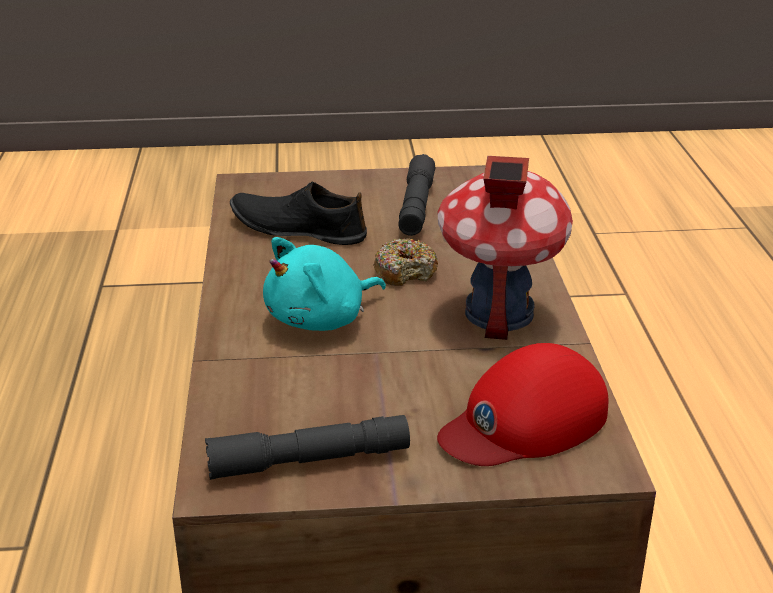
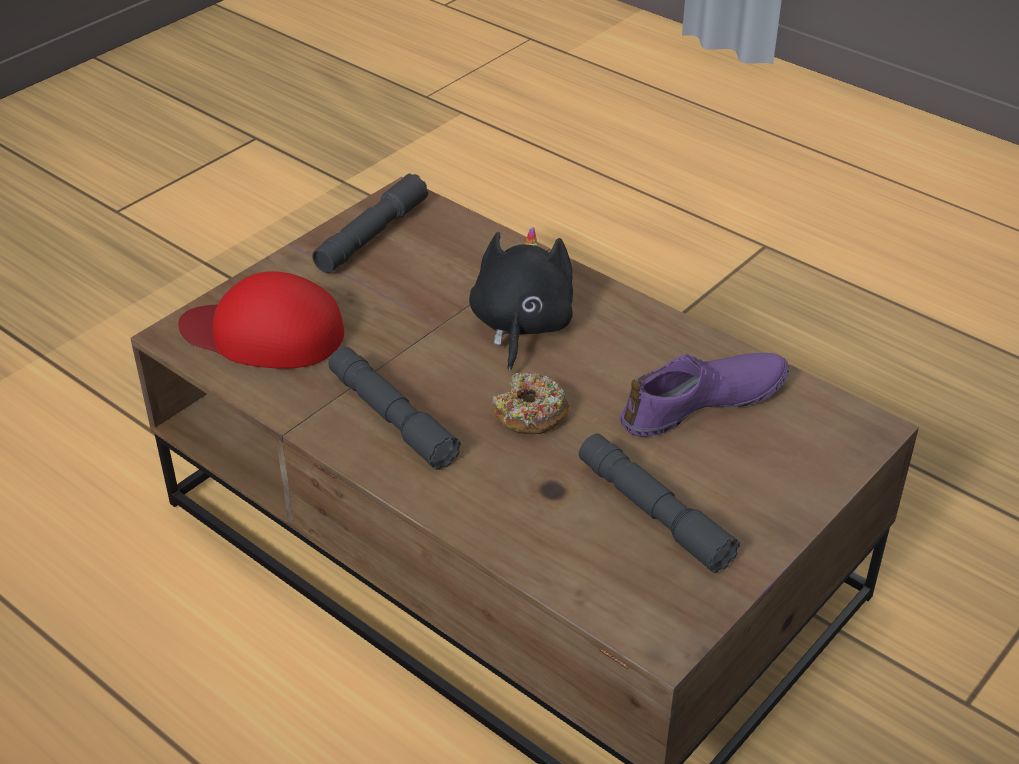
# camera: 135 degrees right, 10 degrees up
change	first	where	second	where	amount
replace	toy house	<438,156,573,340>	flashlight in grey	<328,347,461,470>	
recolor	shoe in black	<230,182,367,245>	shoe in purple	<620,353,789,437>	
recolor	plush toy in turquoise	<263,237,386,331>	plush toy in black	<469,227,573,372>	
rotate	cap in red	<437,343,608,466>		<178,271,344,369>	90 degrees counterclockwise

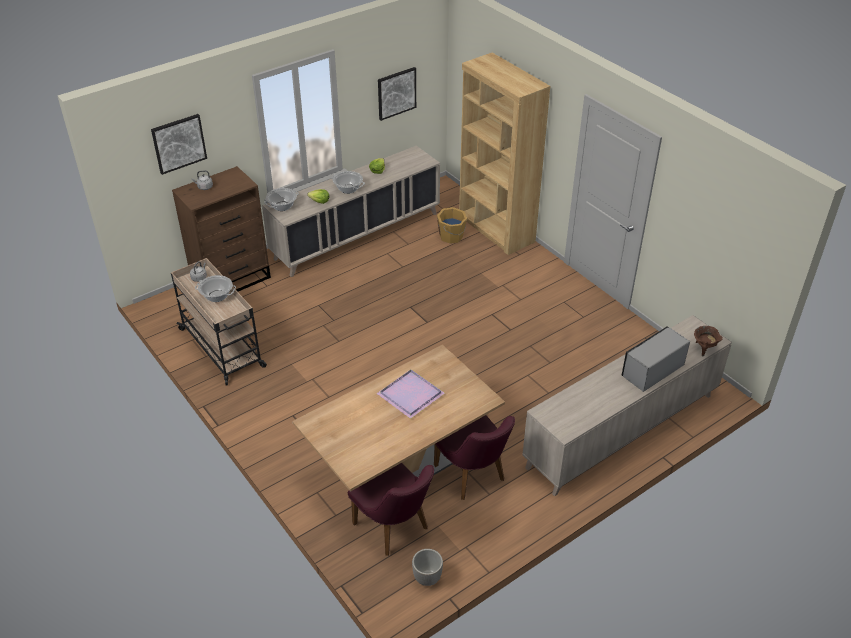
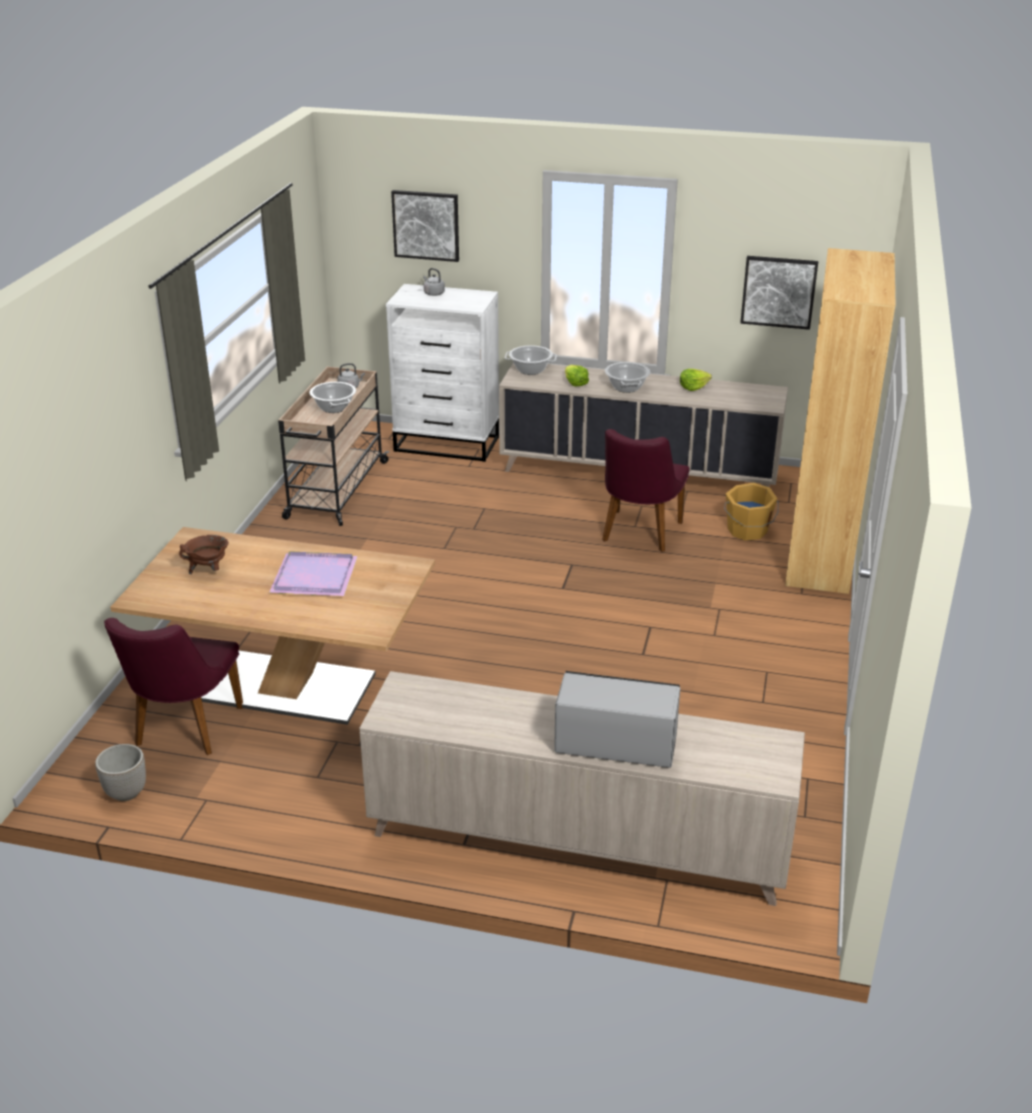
# camera: 50 degrees right, 10 degrees down
change	first	where	second	where	amount
recolor	dresser in brown	<172,166,271,292>	dresser in white	<386,284,499,462>	
move	cooking pot in brown	<694,326,723,356>		<179,535,229,574>	
move	chair in purple	<434,415,515,500>		<602,429,689,552>	

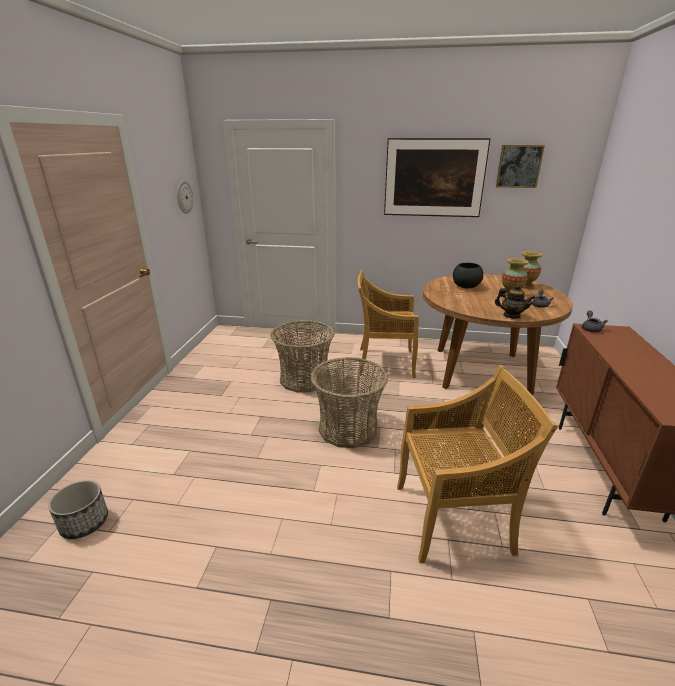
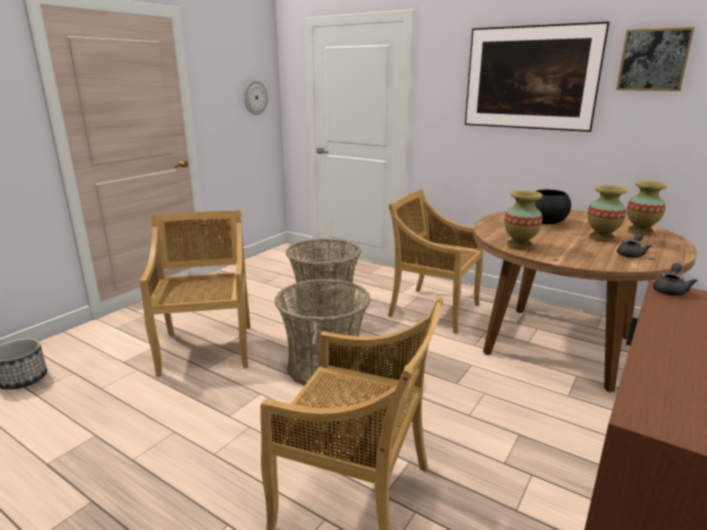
# camera: 25 degrees right, 5 degrees down
change	first	where	second	where	amount
delete	teapot	<495,285,535,319>			
insert			vase	<504,190,543,250>	
insert			chair in beige	<140,210,250,377>	

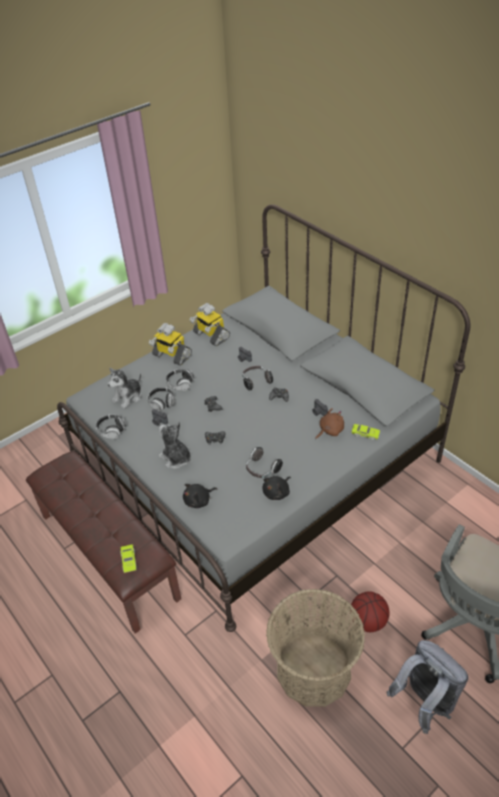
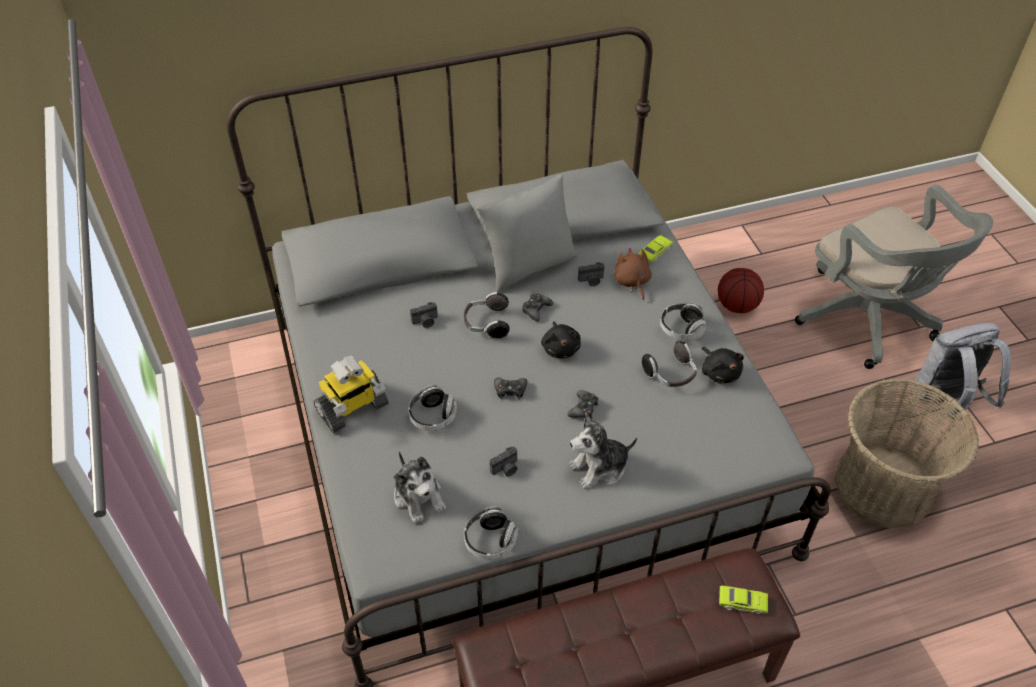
# camera: 70 degrees left, 5 degrees up
change	first	where	second	where	amount
delete	toy robot	<189,303,230,346>			
move	headphones	<147,387,175,411>		<660,303,707,340>	
move	plush toy in black	<183,484,217,508>		<541,321,581,358>	
move	basketball	<351,592,390,632>		<718,268,764,313>	
insert			pillow in grey	<476,174,577,293>	

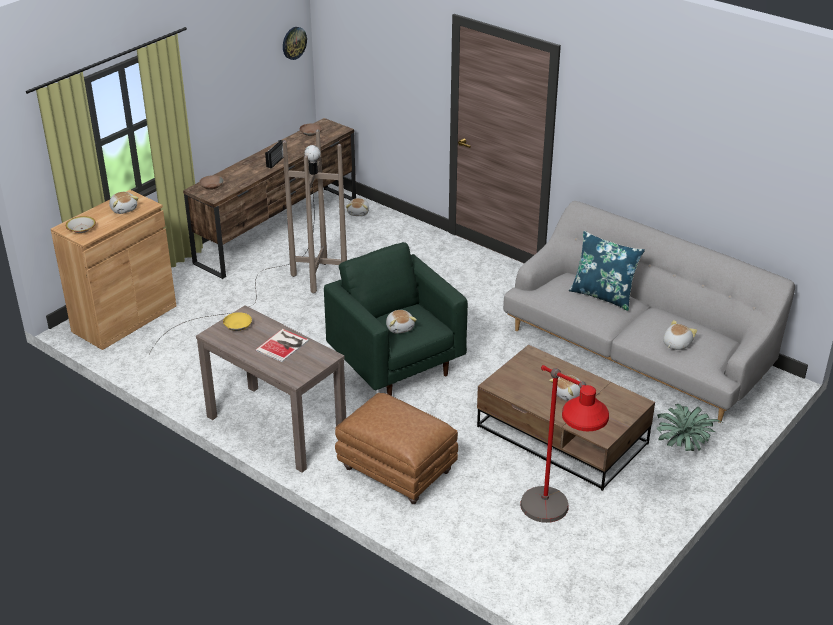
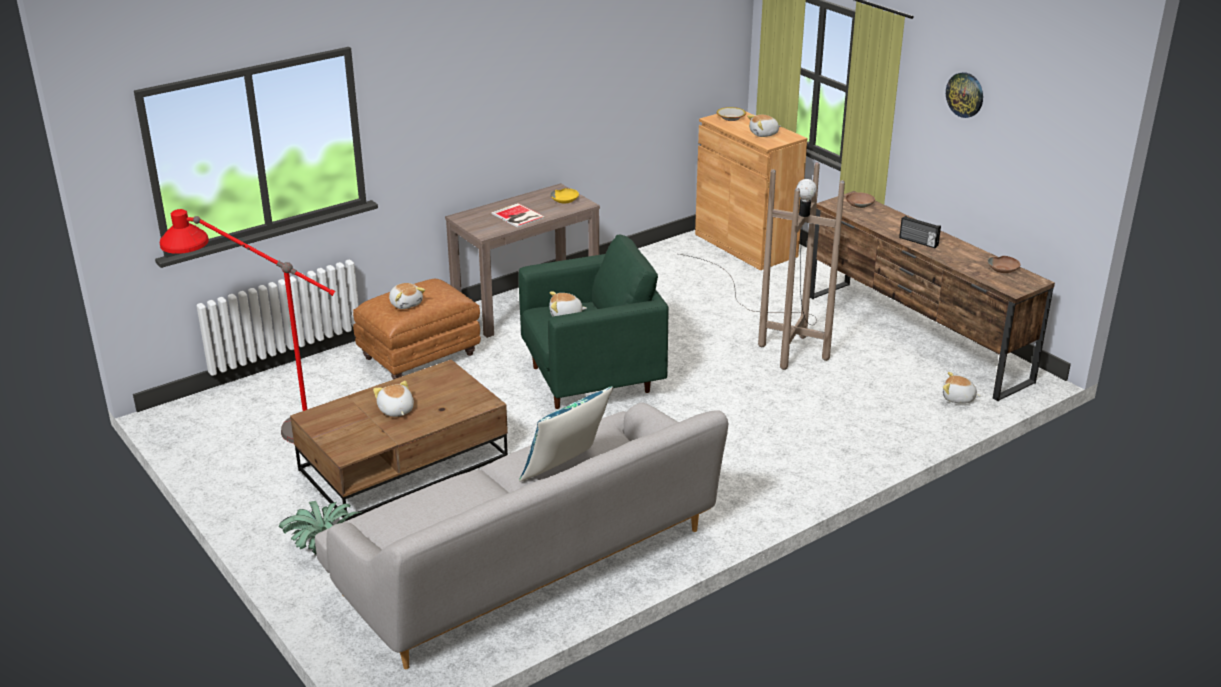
# camera: 105 degrees right, 5 degrees down
change	first	where	second	where	amount
move	wall clock	<283,27,307,60>		<946,72,983,118>	
move	plush toy	<663,320,697,350>		<389,283,425,309>	

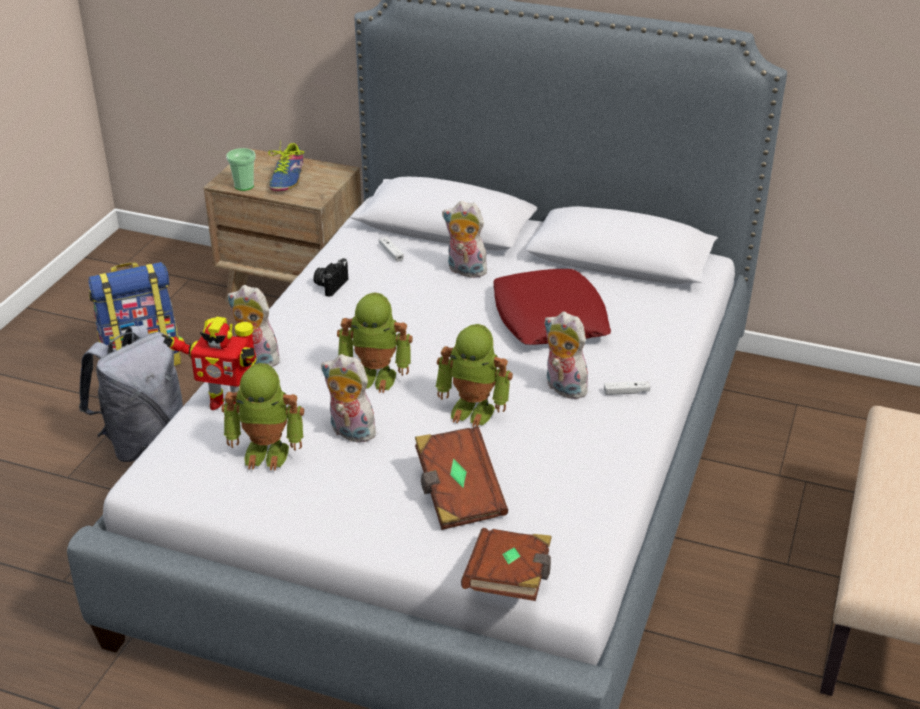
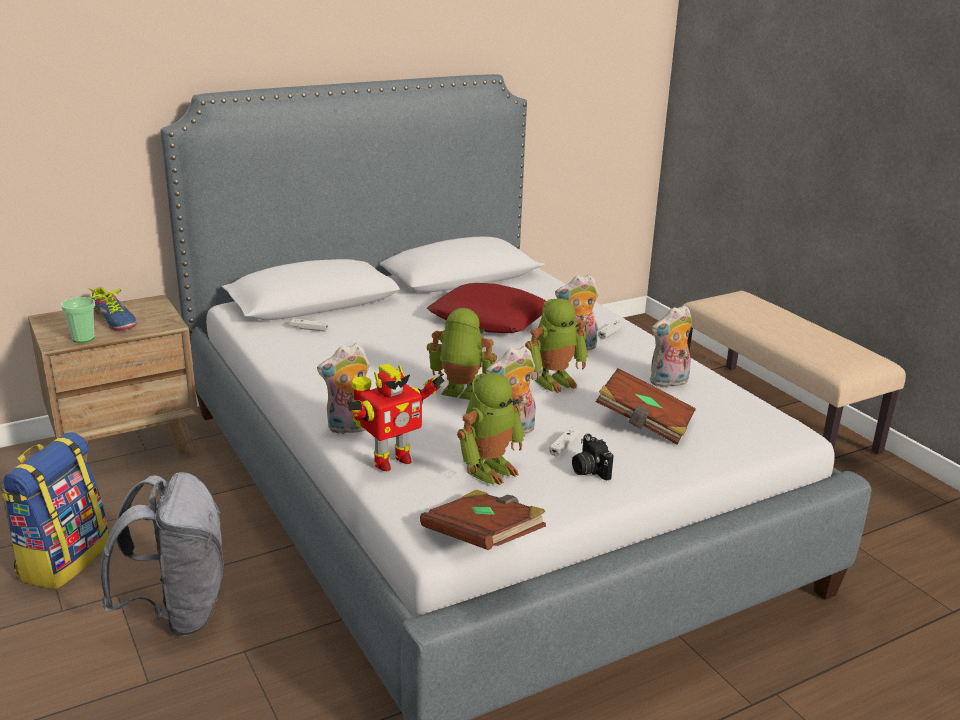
# camera: 50 degrees left, 10 degrees down
change	first	where	second	where	amount
move	plush toy	<442,201,487,278>		<650,305,692,388>	
move	photo camera	<313,258,348,297>		<572,434,614,480>	
rotate	toy robot	<337,292,413,393>		<427,308,497,400>	120 degrees counterclockwise
move	book in brown	<461,528,552,601>		<420,489,546,550>	
insert			game controller in white	<549,427,579,457>	

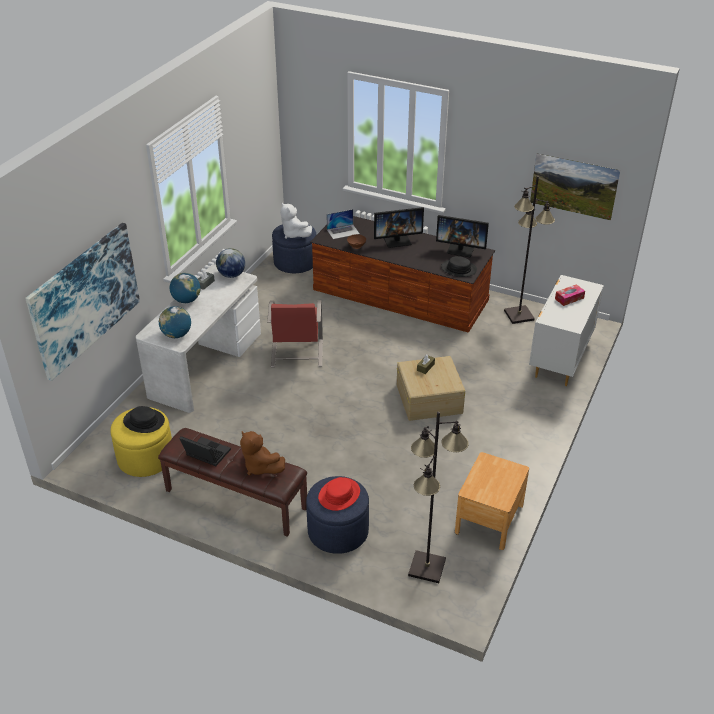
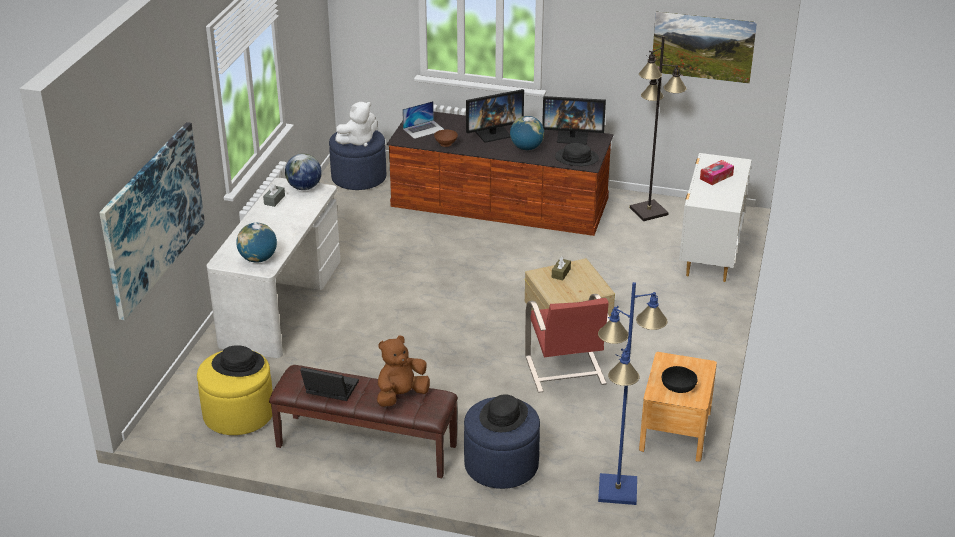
# camera: 10 degrees left, 5 degrees down
change	first	where	second	where	amount
rotate	plush toy in white	<280,203,312,239>		<335,102,377,147>	75 degrees counterclockwise
move	globe	<170,273,201,303>		<510,116,544,150>	
move	chair in red	<267,300,323,367>		<525,294,610,393>	
recolor	floor lamp in black	<408,412,469,583>	floor lamp in blue	<598,282,668,505>	
rotate	plush toy in brown	<240,431,285,475>		<377,336,430,407>	105 degrees clockwise
recolor	hat in red	<318,477,360,511>	hat in black	<479,395,528,432>	
insert			bowl in black	<662,366,698,393>	

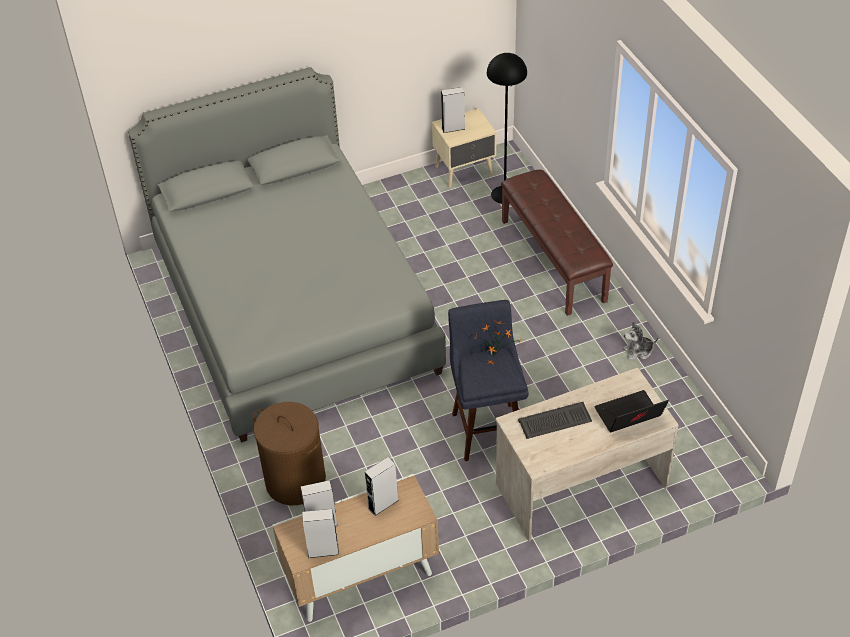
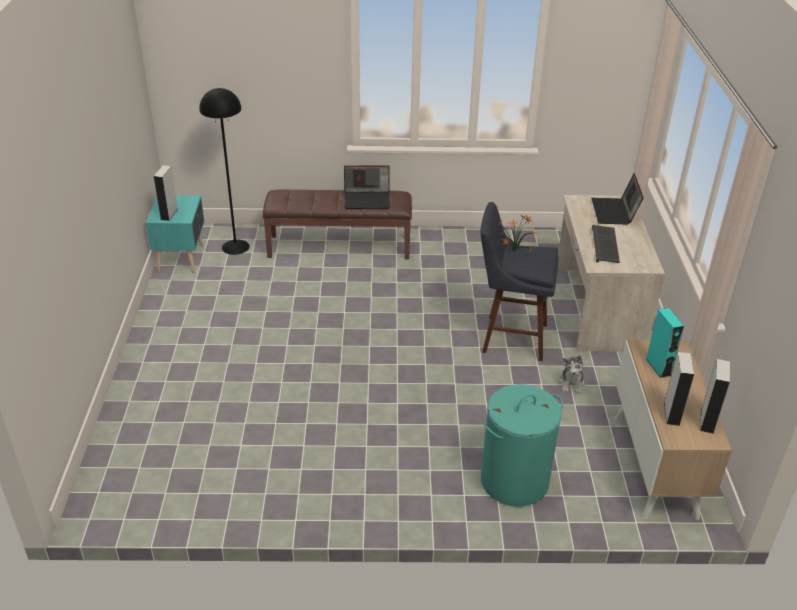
# camera: 70 degrees left, 10 degrees down
change	first	where	second	where	amount
delete	bed in grey	<128,67,446,443>			
recolor	nightstand in beige	<432,108,497,188>	nightstand in turquoise	<146,195,205,273>	
move	plush toy	<623,321,659,360>		<559,355,585,394>	
recolor	laundry basket in brown	<253,402,326,505>	laundry basket in turquoise	<481,384,563,507>	
recolor	speaker in grey	<365,457,399,516>	speaker in turquoise	<646,308,684,378>	
insert			laptop	<344,165,390,209>	

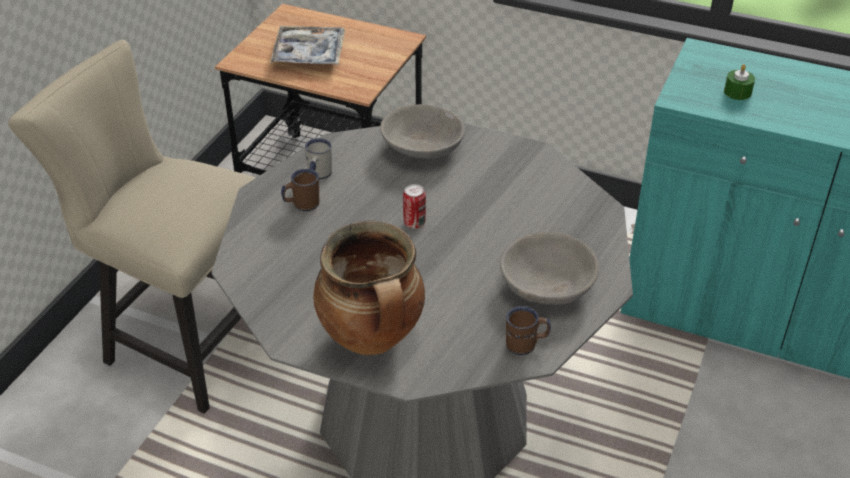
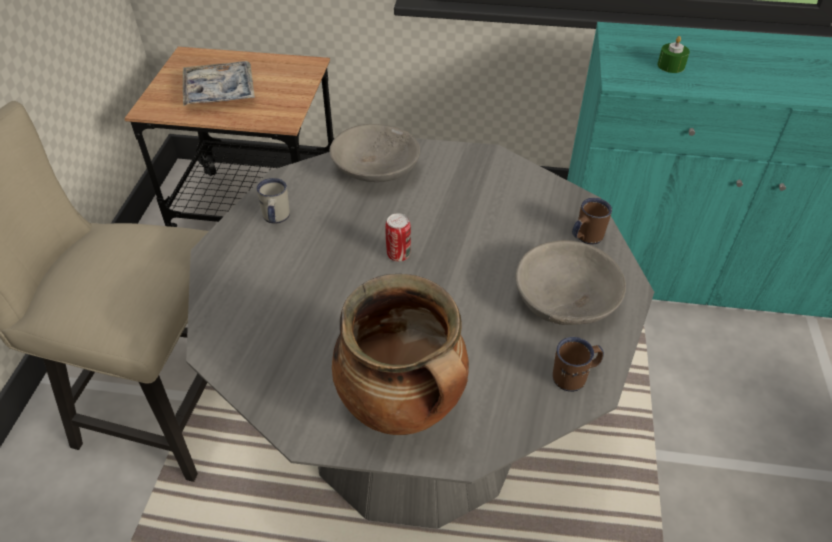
# camera: 15 degrees left, 5 degrees up
change	first	where	second	where	amount
move	mug in brown	<281,169,319,211>		<572,198,612,245>	

